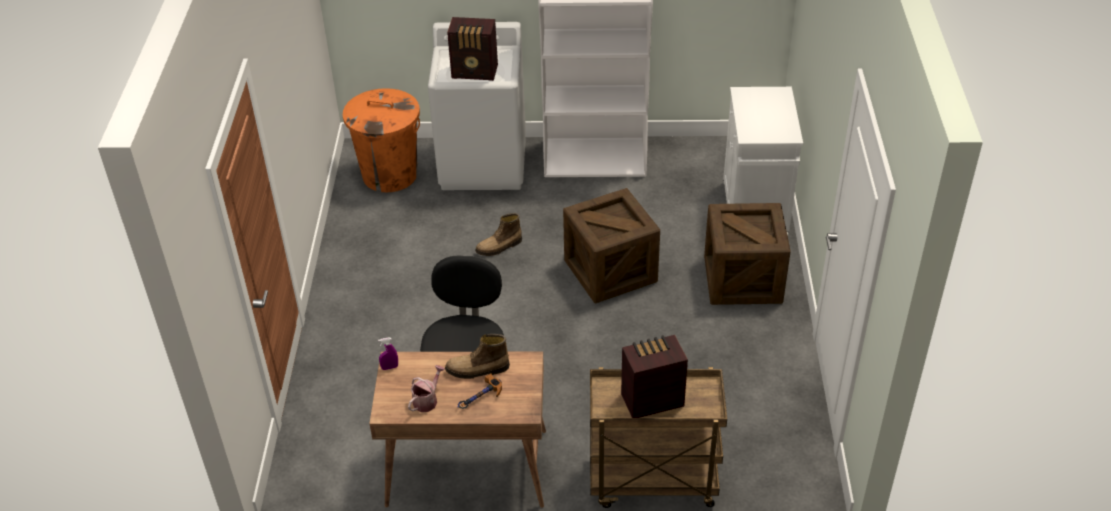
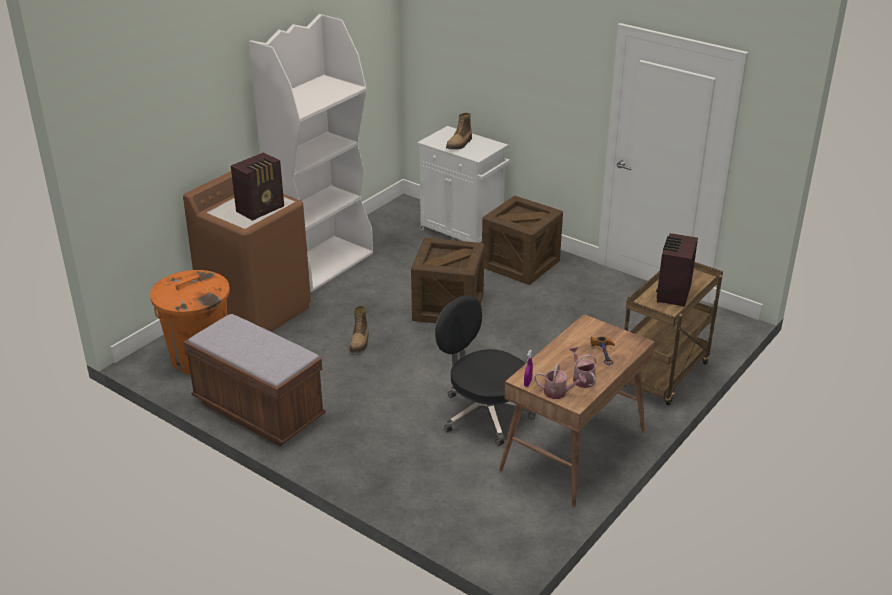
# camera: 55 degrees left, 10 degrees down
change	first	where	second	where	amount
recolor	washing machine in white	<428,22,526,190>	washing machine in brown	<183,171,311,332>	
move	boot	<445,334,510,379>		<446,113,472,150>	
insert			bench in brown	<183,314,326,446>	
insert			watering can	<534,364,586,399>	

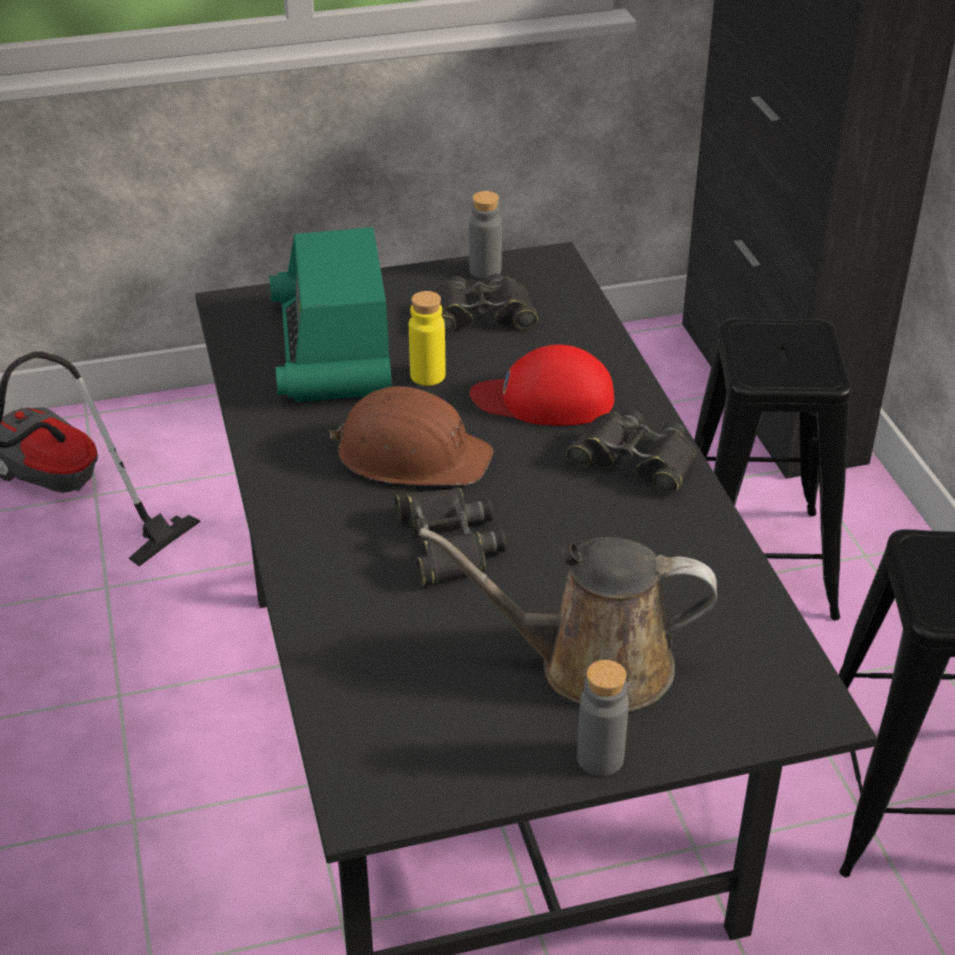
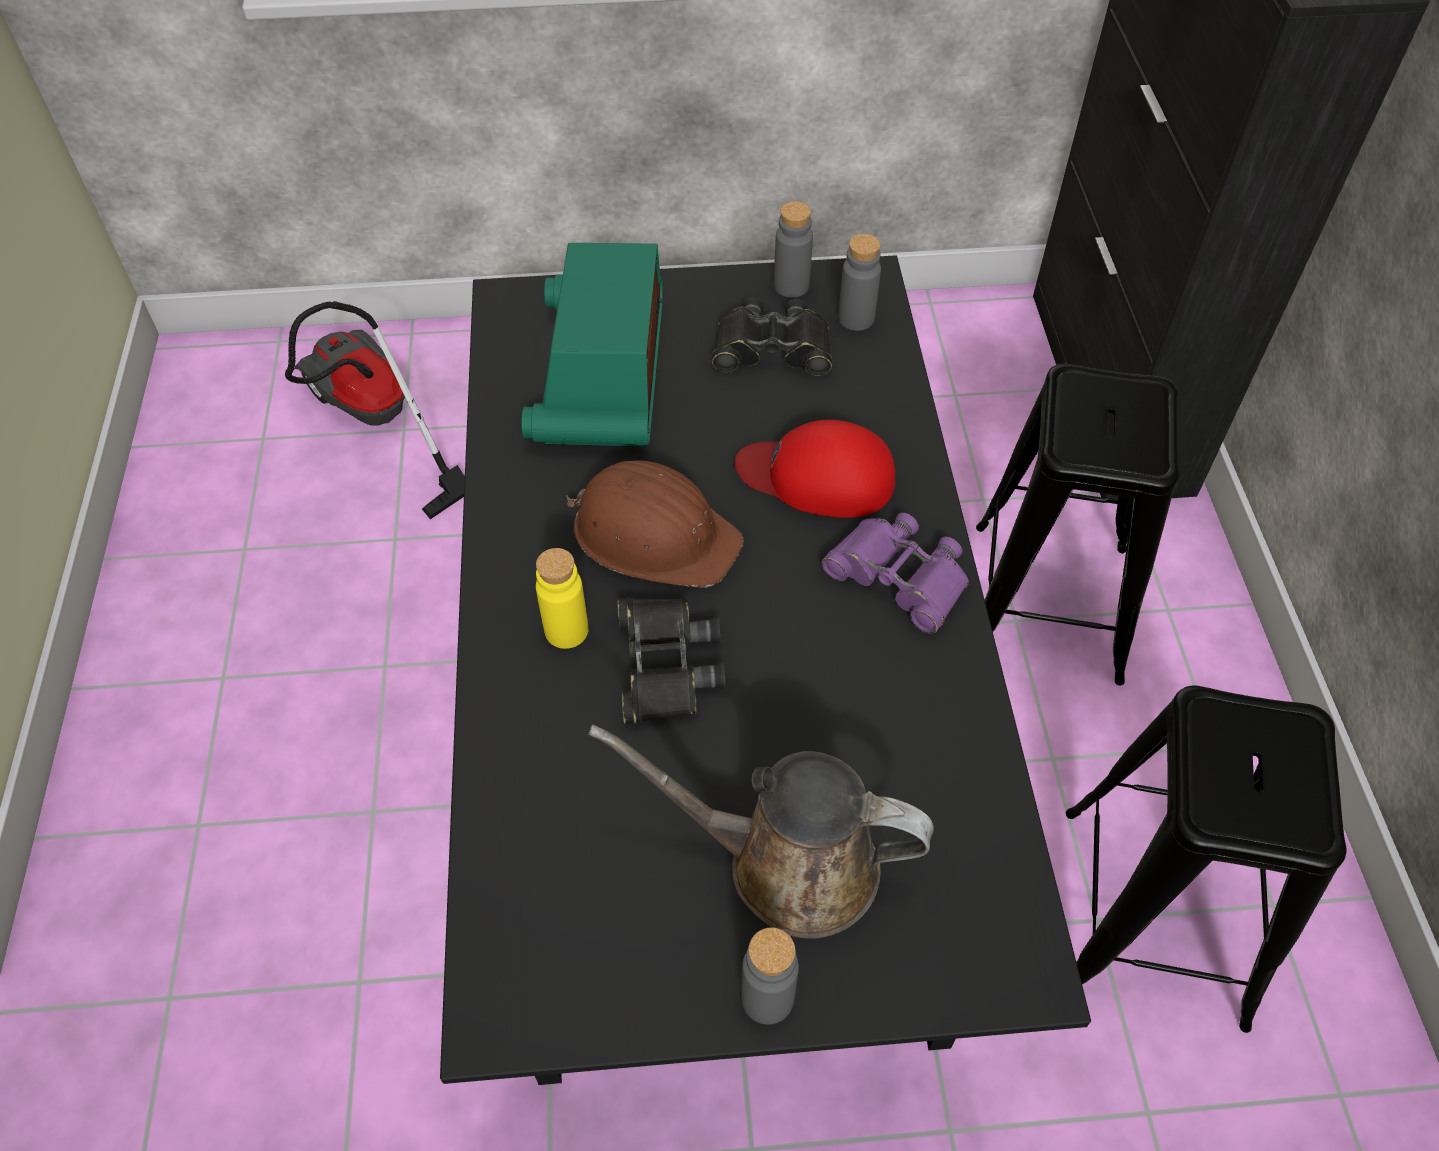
# camera: 10 degrees right, 15 degrees up
change	first	where	second	where	amount
move	bottle in yellow	<409,291,446,386>		<536,548,588,649>	
recolor	binoculars in black	<566,409,696,495>	binoculars in purple	<822,513,969,634>	
insert			bottle in grey	<838,234,881,331>	

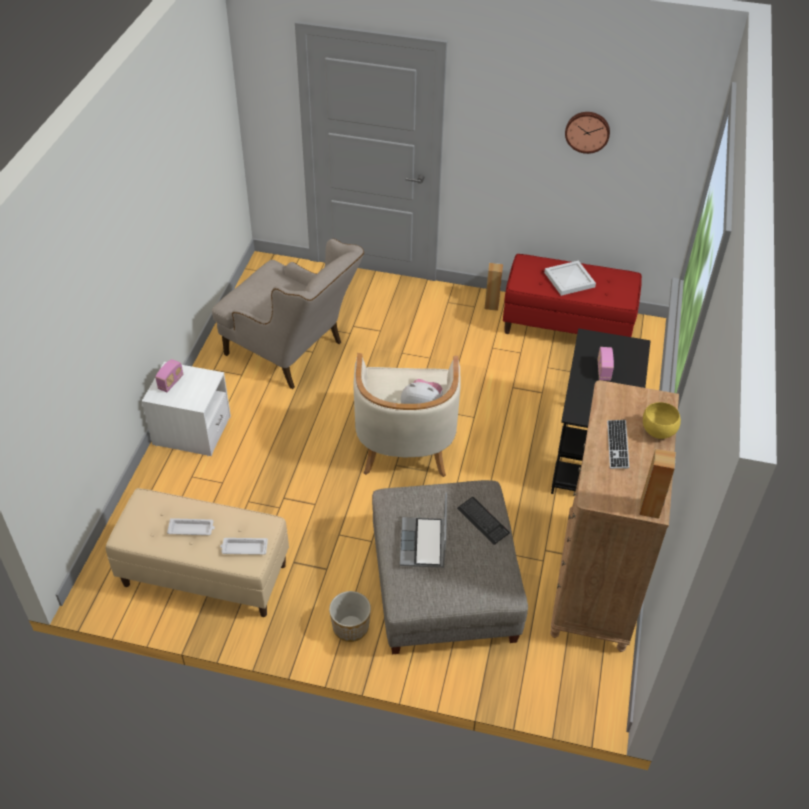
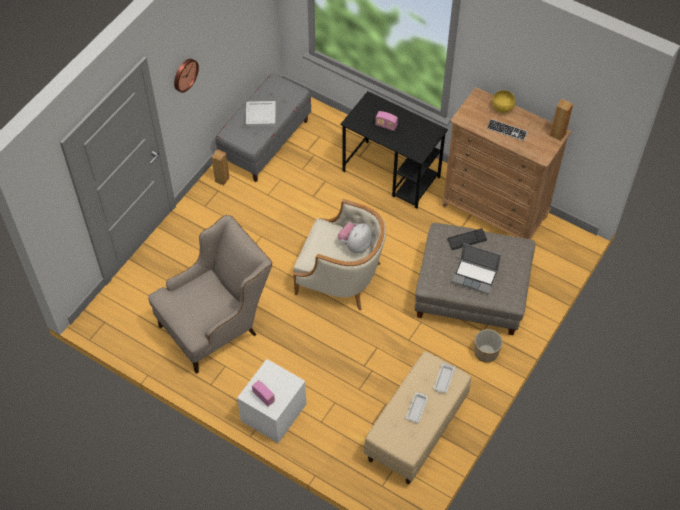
# camera: 70 degrees left, 10 degrees up
change	first	where	second	where	amount
move	wall clock	<565,112,610,154>		<174,59,199,93>	
recolor	bench in red	<503,254,642,337>	bench in grey	<216,73,311,182>	

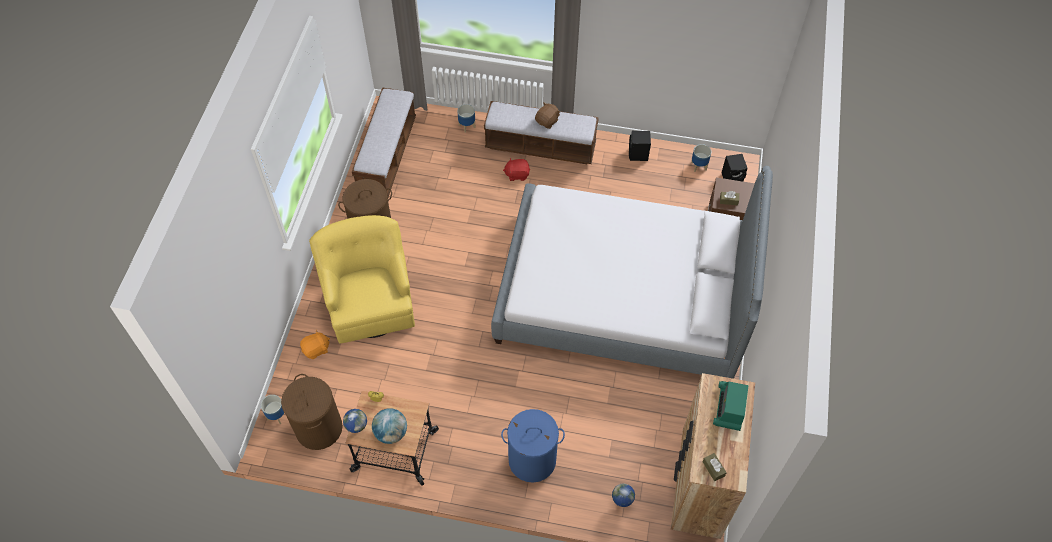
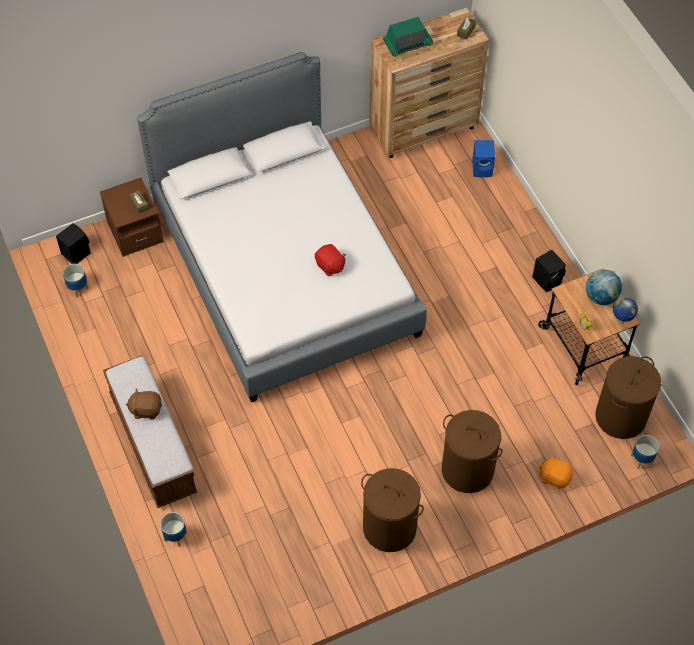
# camera: 125 degrees left, 0 degrees up
change	first	where	second	where	amount
delete	bench	<352,87,416,198>			
move	speaker in black	<629,131,651,161>		<532,249,566,292>	
move	plush toy in red	<503,158,530,181>		<315,244,346,276>	
replace	armchair in yellow	<309,215,415,343>	laundry basket in brown	<442,410,503,493>	
delete	laundry basket in blue	<501,409,565,483>			
replace	globe	<612,483,635,507>	speaker in blue	<472,140,495,177>	

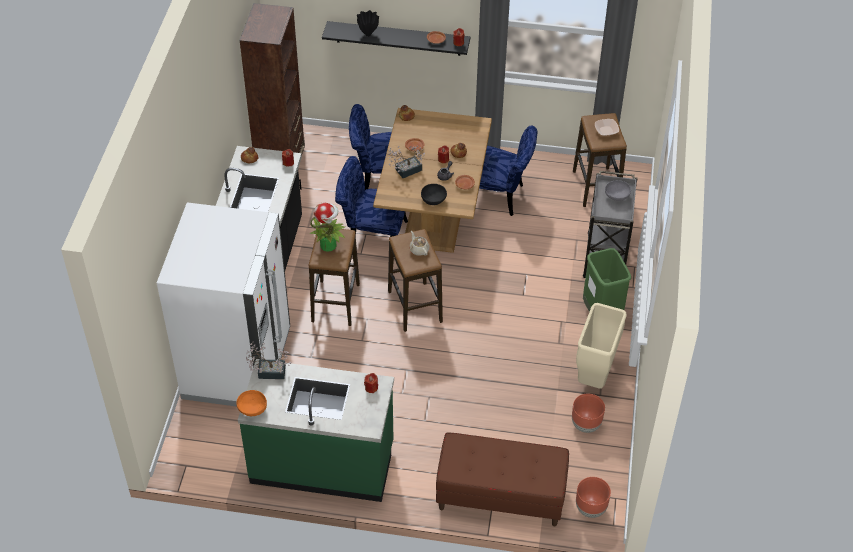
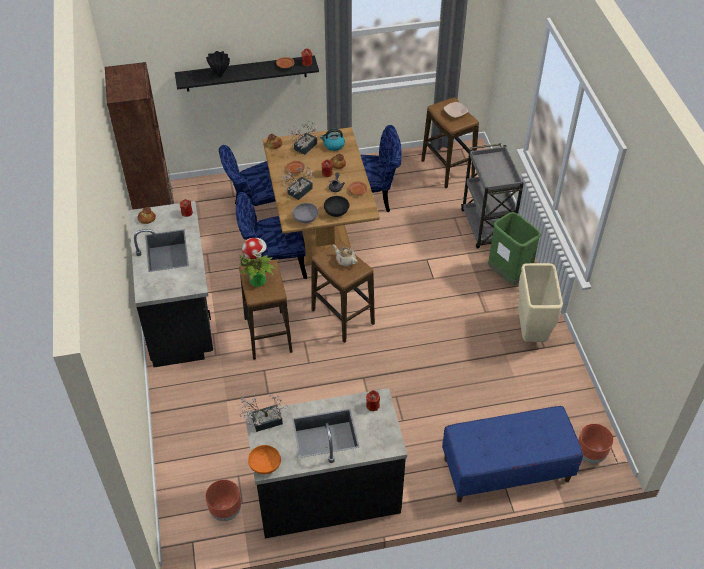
# camera: 20 degrees left, 0 degrees up
change	first	where	second	where	amount
move	bowl in grey	<605,180,631,201>		<293,203,318,223>	
delete	fridge in white	<157,202,290,407>			
recolor	counter in green	<238,359,394,502>	counter in black	<244,388,407,538>	
move	planter in brown	<572,394,605,433>		<205,480,241,521>	
recolor	bench in brown	<436,432,569,526>	bench in blue	<442,406,583,502>	
insert			potted plant	<287,121,317,155>	
insert			kettle	<320,129,345,151>	

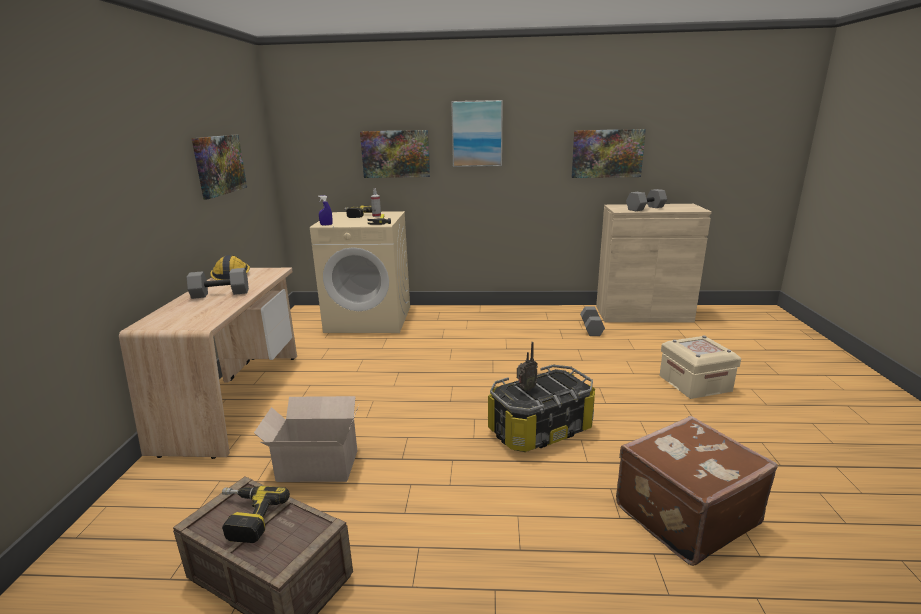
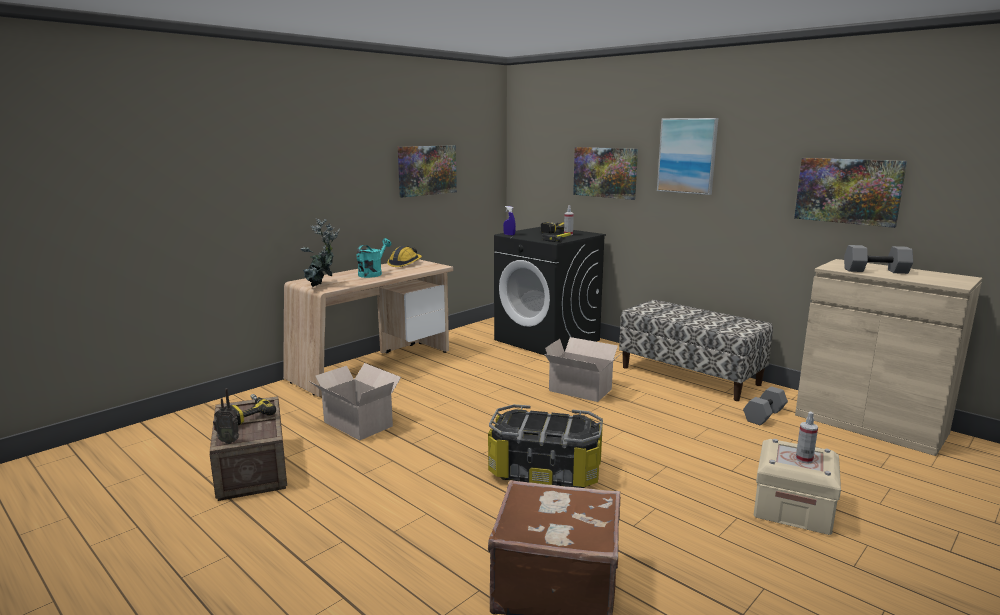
# camera: 40 degrees right, 5 degrees down
change	first	where	second	where	amount
recolor	washing machine in beige	<310,211,410,333>	washing machine in black	<494,227,606,355>	
replace	dumbbell in grey	<187,268,249,299>	watering can in turquoise	<357,238,391,278>	
move	radio	<517,342,538,391>		<213,388,239,444>	
insert			potted plant	<300,218,340,287>	
insert			bench	<619,300,773,401>	
insert			cardboard box	<545,337,623,402>	
insert			spray bottle	<796,412,818,464>	

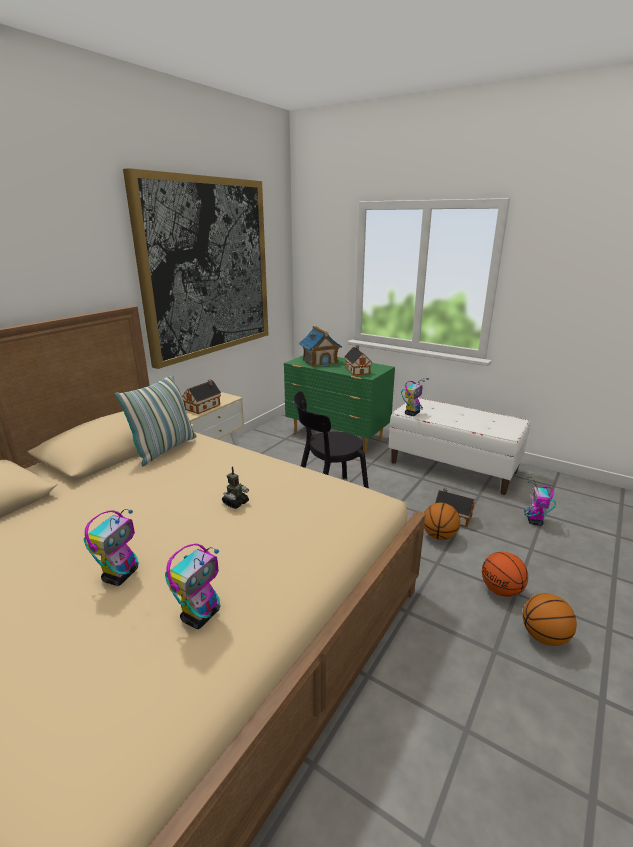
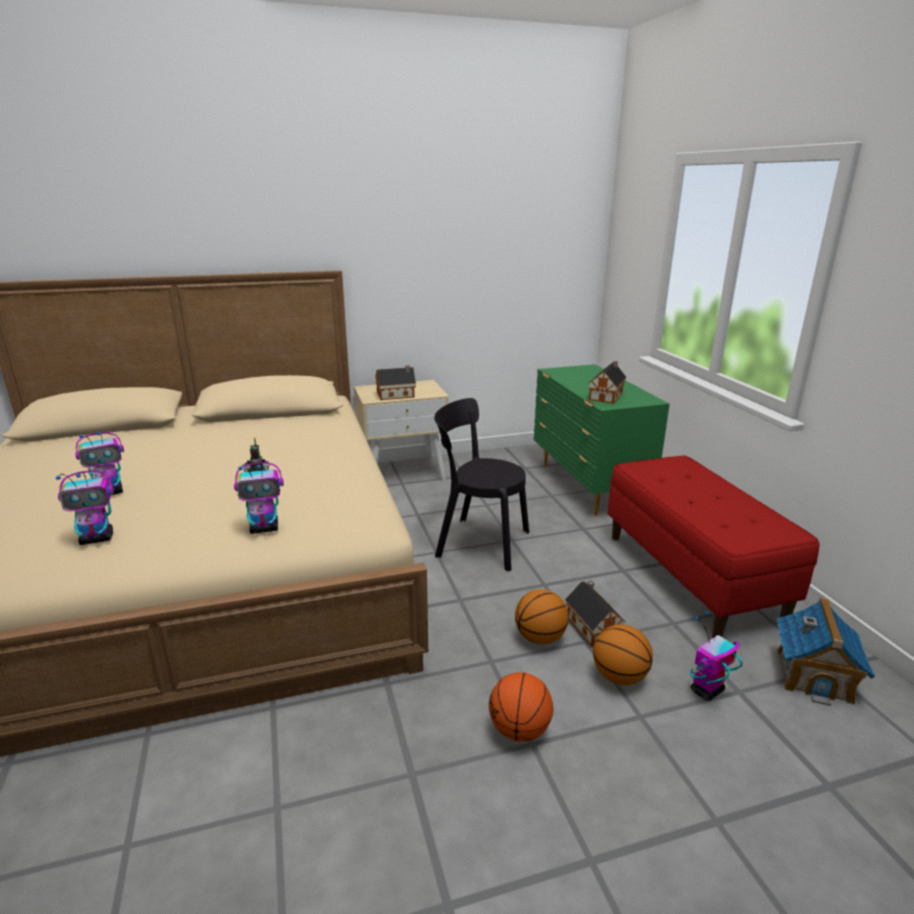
# camera: 40 degrees right, 0 degrees up
change	first	where	second	where	amount
delete	picture	<123,168,268,369>			
move	toy house	<299,326,342,367>		<777,597,875,706>	
delete	pillow	<115,374,197,466>			
move	toy robot	<401,378,429,416>		<234,462,284,534>	
recolor	bench in white	<389,398,530,495>	bench in red	<607,455,820,638>	
move	basketball	<522,593,577,646>		<593,625,653,685>	

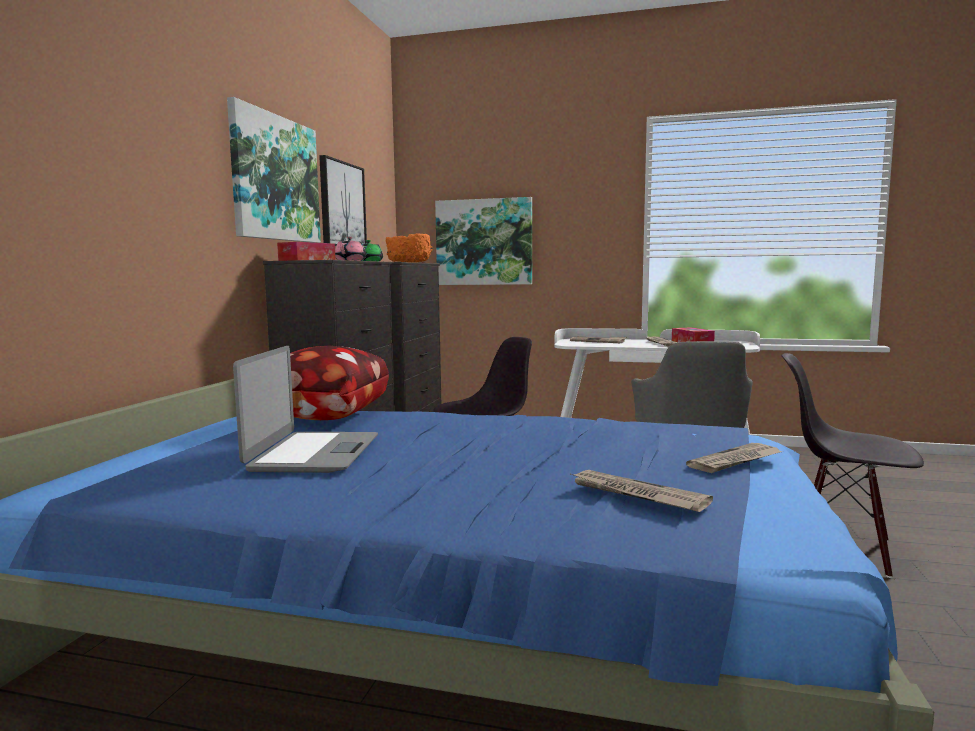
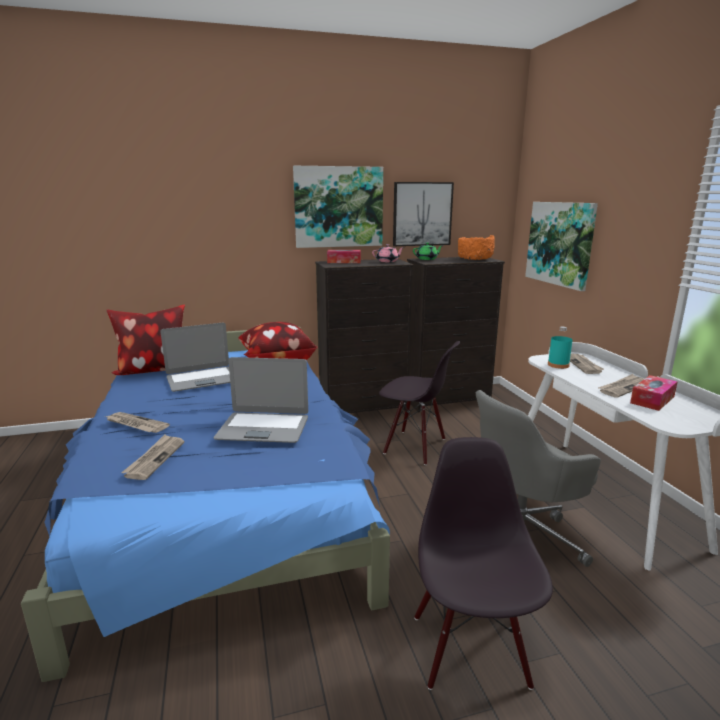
# camera: 60 degrees right, 10 degrees up
change	first	where	second	where	amount
move	newspaper	<686,443,784,473>		<105,412,170,433>	
insert			pillow	<107,305,185,375>	
insert			bottle in turquoise	<548,327,573,369>	
insert			laptop	<214,357,308,443>	

